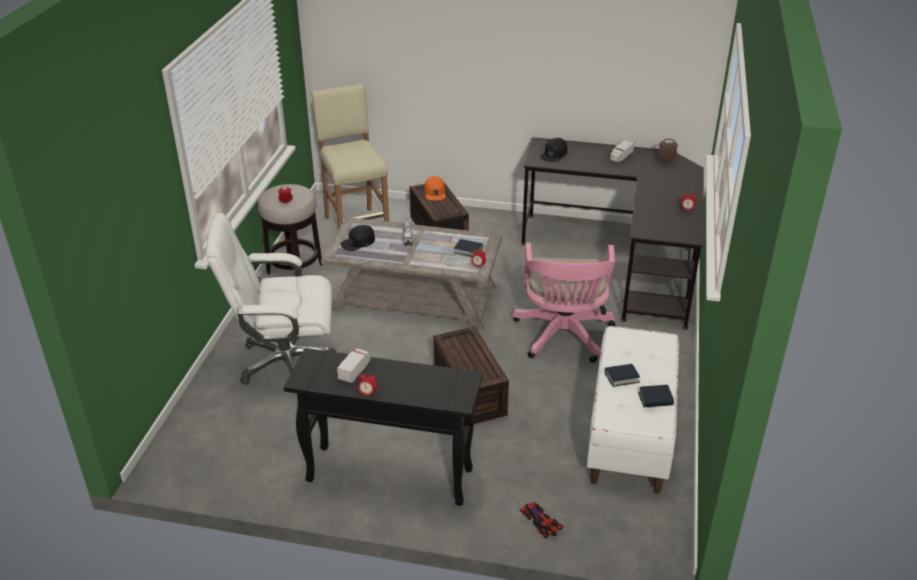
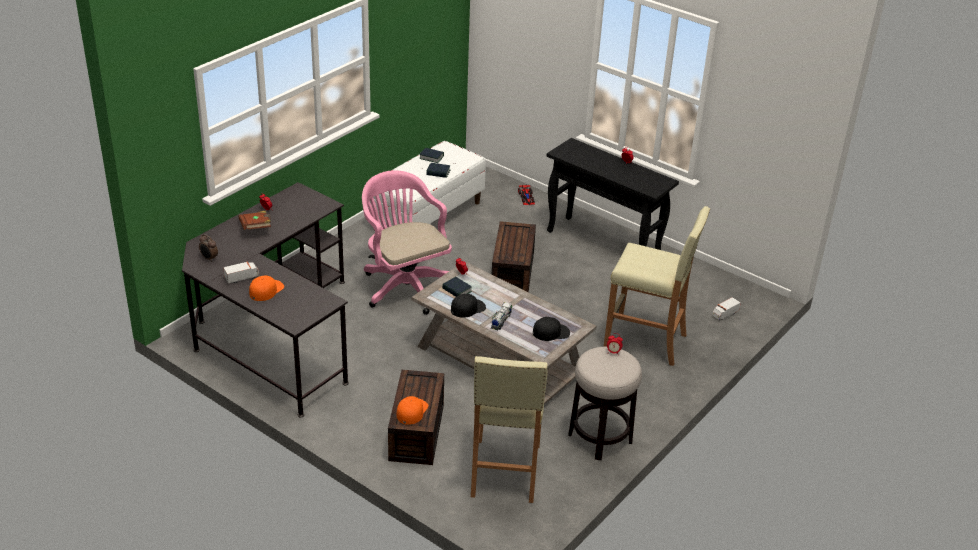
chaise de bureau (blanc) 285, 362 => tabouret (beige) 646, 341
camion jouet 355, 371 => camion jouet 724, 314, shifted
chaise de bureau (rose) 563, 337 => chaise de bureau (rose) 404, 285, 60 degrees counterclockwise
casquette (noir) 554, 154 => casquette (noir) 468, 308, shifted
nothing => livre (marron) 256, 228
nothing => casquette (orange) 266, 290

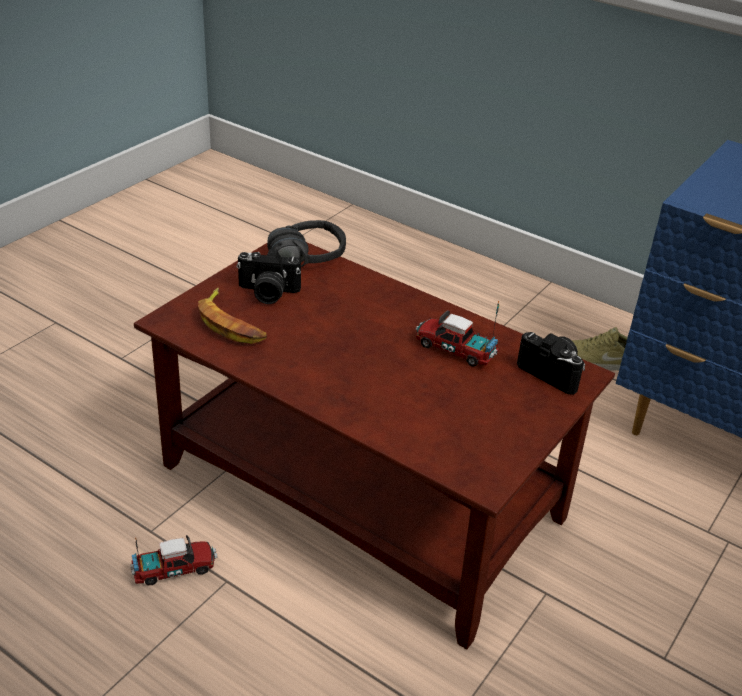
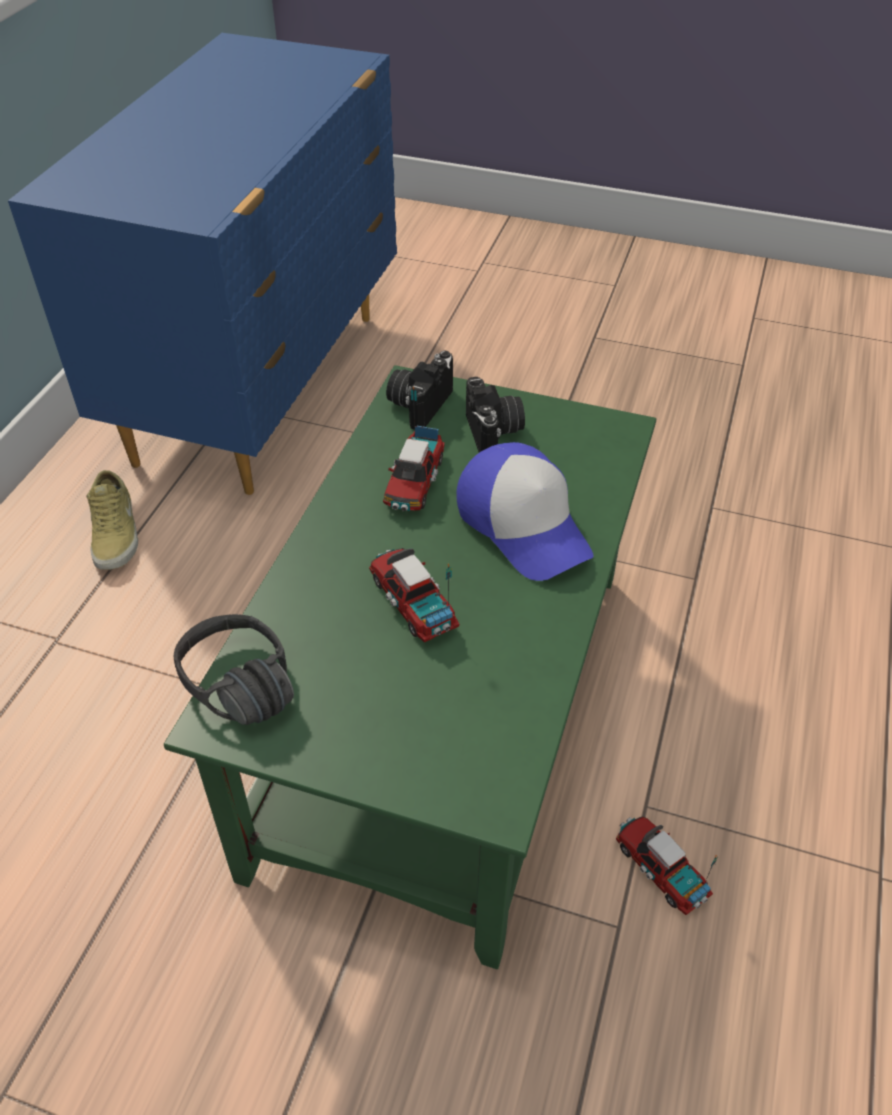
table basse (marron) 358, 491 => table basse (vert) 446, 717
banane 231, 324 => nothing
appareil photo 267, 293 => appareil photo 494, 433, shifted
nothing => camion jouet 412, 602
nothing => casquette 524, 524

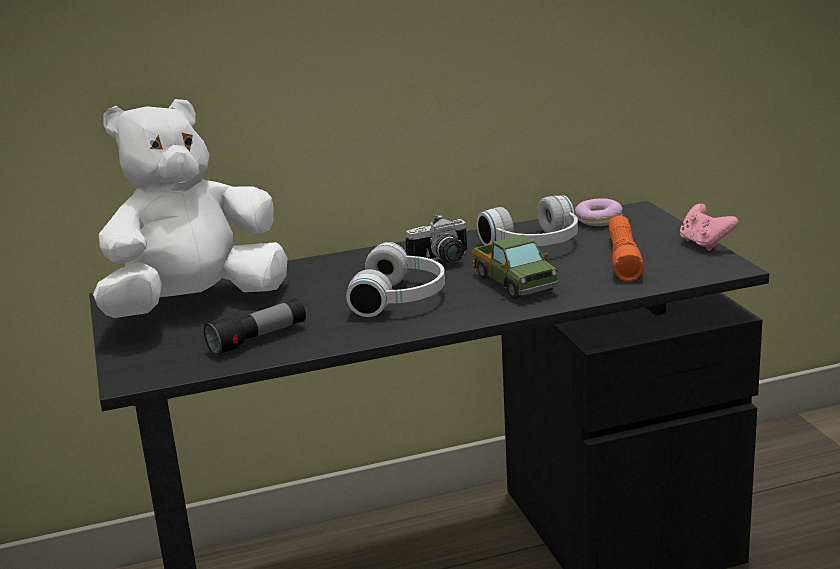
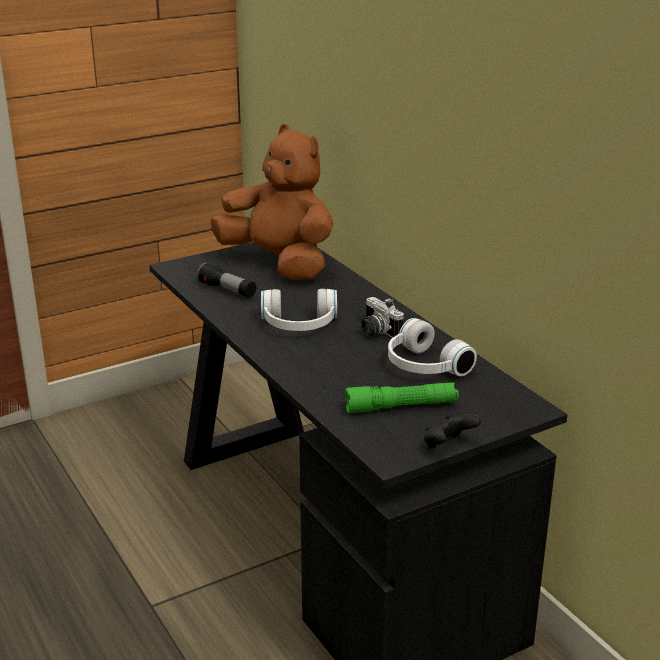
peluche (blanc) 195, 305 => peluche (marron) 279, 264
camion jouet 514, 283 => nothing
beignet 598, 220 => nothing
lampe de poche (orange) 623, 258 => lampe de poche (vert) 401, 406
manette (rose) 704, 244 => manette (noir) 448, 446

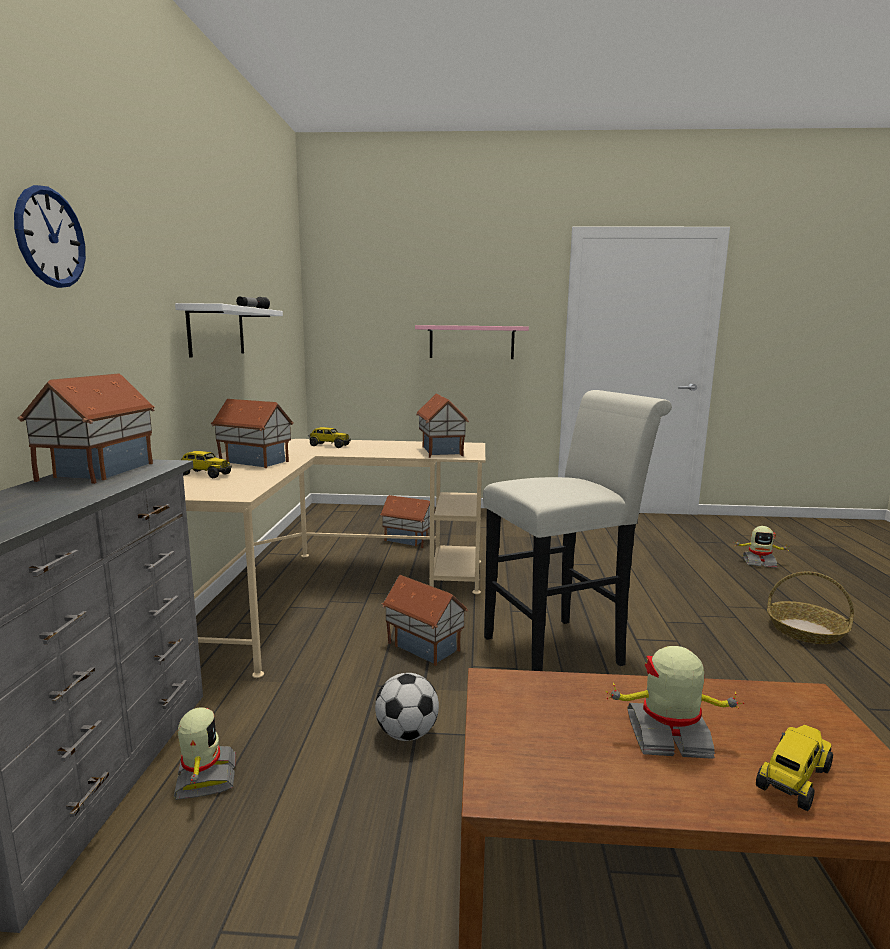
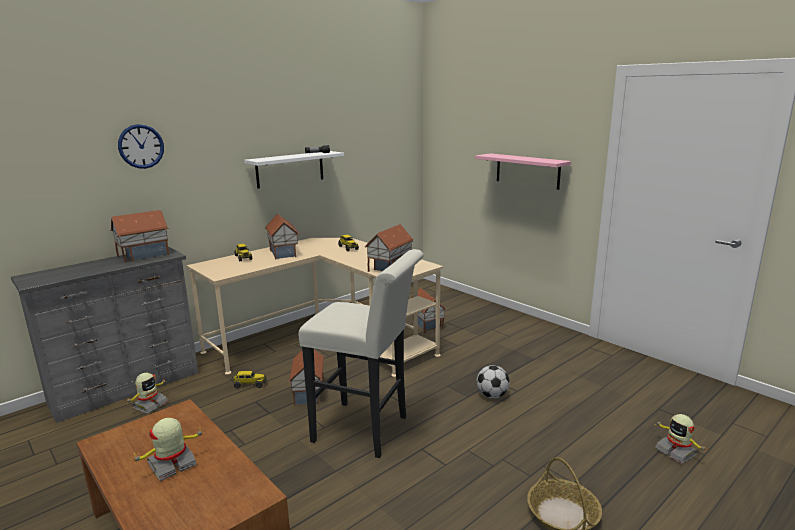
ballon de foot 406, 733 => ballon de foot 492, 395, shifted
robot jouet 668, 737 => robot jouet 172, 465, 90 degrees counterclockwise
camion jouet 793, 779 => camion jouet 249, 384, shifted

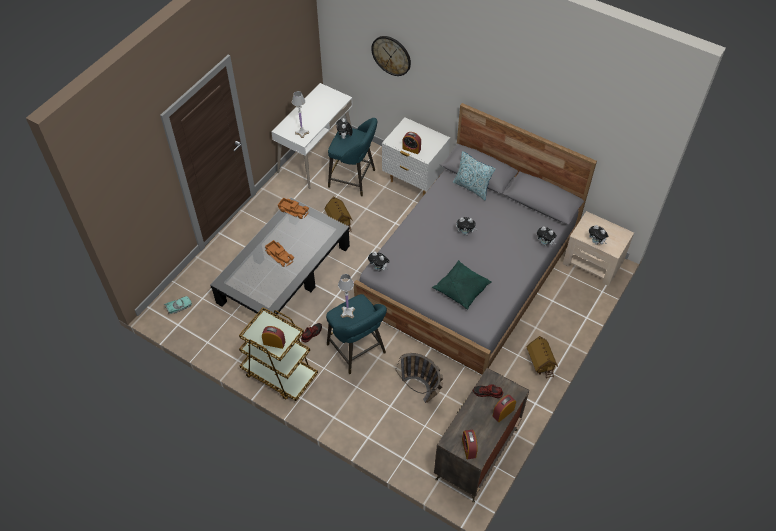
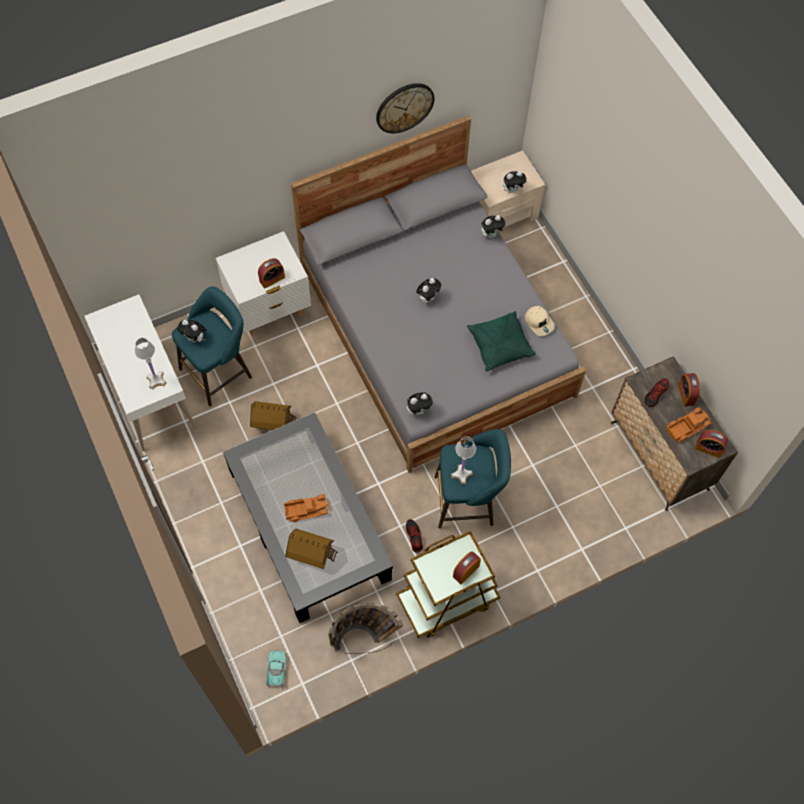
camion jouet 293, 210 => camion jouet 686, 426, shifted
horloge murale 391, 55 => horloge murale 404, 107, shifted
panier 423, 393 => panier 366, 637, shifted
coussin 472, 188 => nothing
maison miniature 540, 363 => maison miniature 311, 554, shifted
nothing => casquette (beige) 539, 322

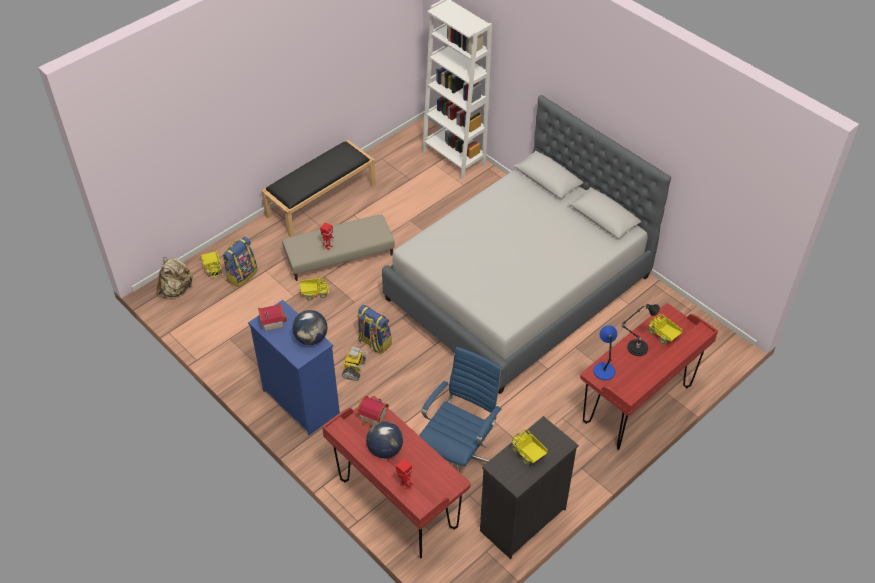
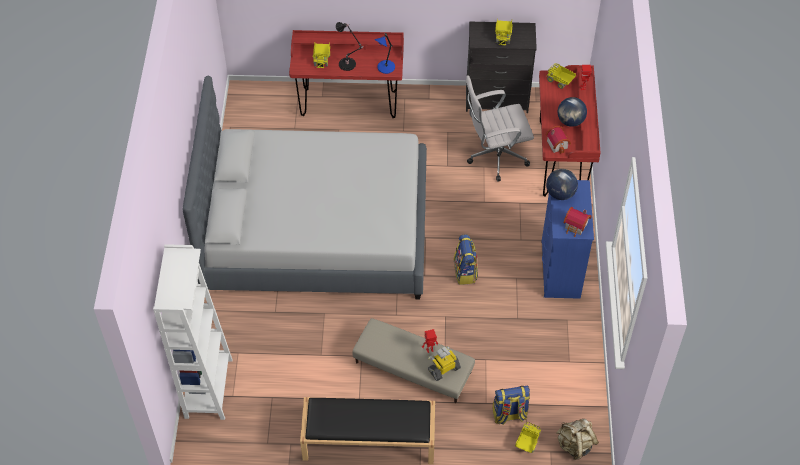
camion jouet 314, 293 => camion jouet 560, 81, shifted
robot jouet 354, 369 => robot jouet 443, 368, shifted
chaise de bureau (bleu) 458, 458 => chaise de bureau (blanc) 494, 157

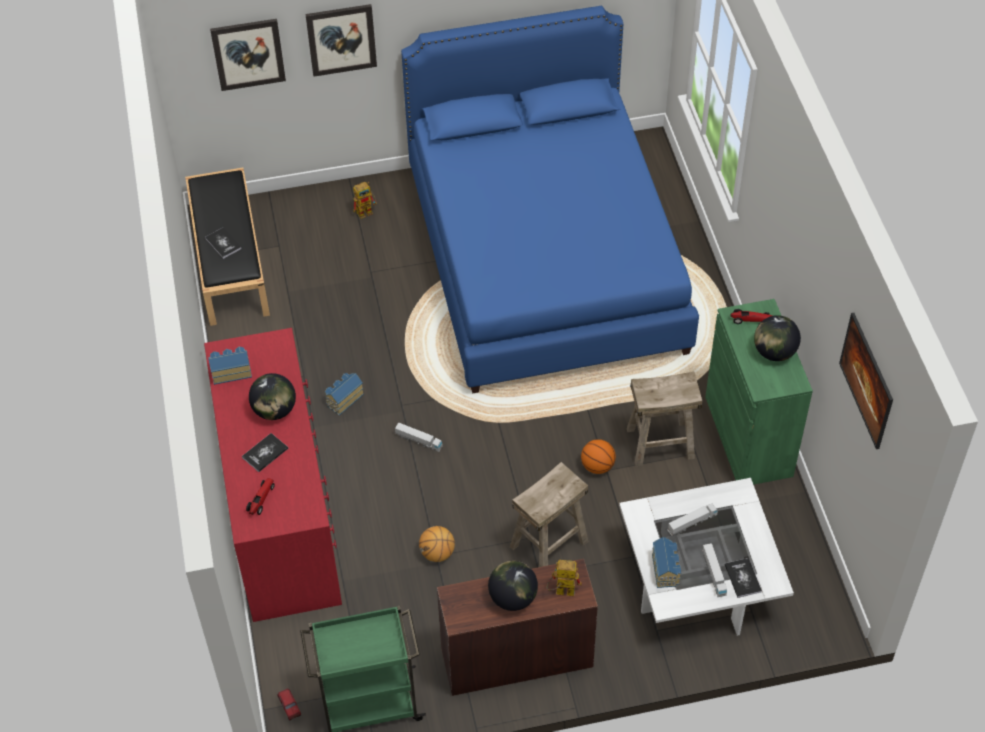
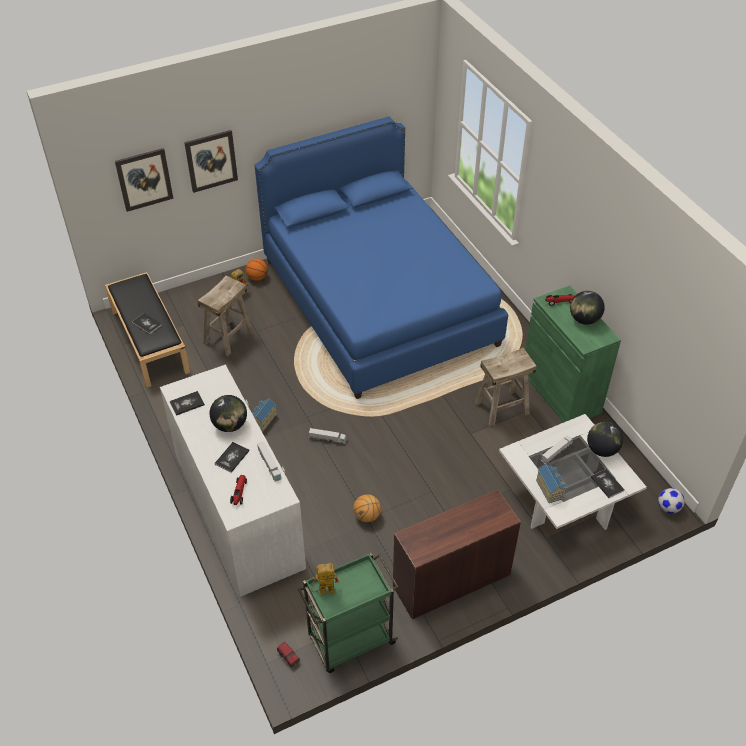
commode (rouge) 280, 512 => commode (blanc) 238, 510
maison miniature 230, 372 => livre 187, 403
globe 513, 598 => globe 602, 450, shifted
tabouret (beige) 548, 543 => tabouret (beige) 228, 337, shifted
robot jouet 561, 591 => robot jouet 323, 591, shifted
ballon de basket 597, 466 => ballon de basket 257, 277, shifted
camion jouet 713, 573 => camion jouet 269, 465, shifted
tableau 863, 393 => nothing
nothing => ballon de foot 668, 508

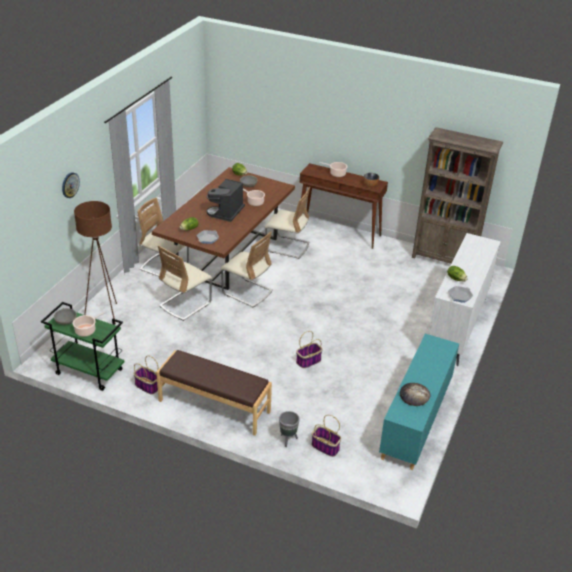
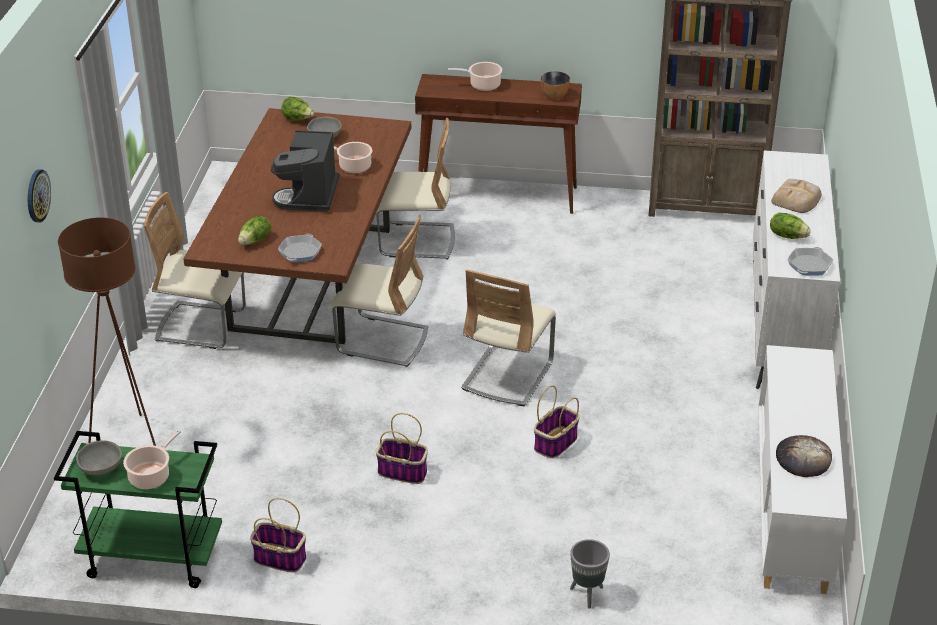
banc (marron) 214, 406 => nothing
chaise (beige) 185, 304 => chaise (beige) 507, 375, shifted
panier 326, 447 => panier 403, 472, shifted
meuble de rangement (turquoise) 416, 420 => meuble de rangement (blanc) 791, 505
nothing => pain 797, 199

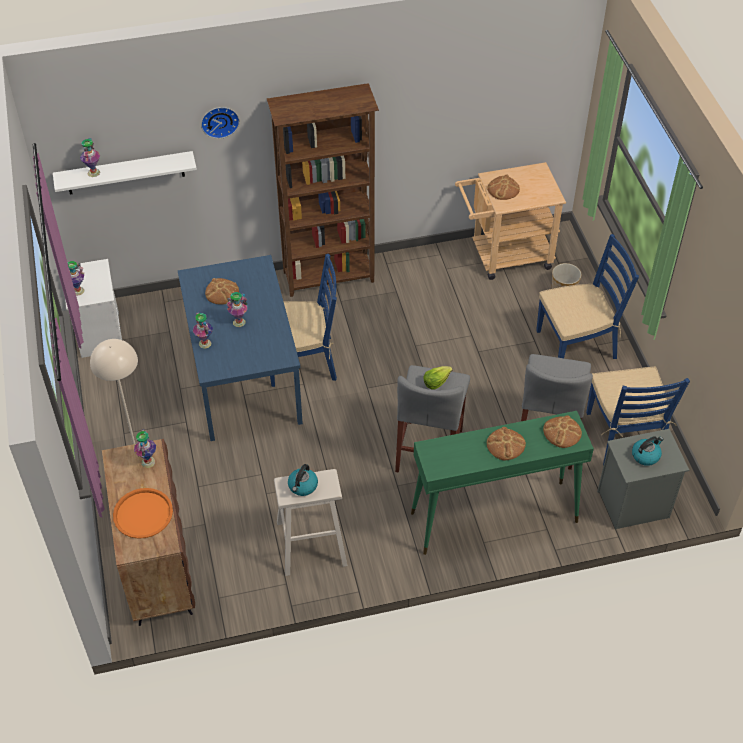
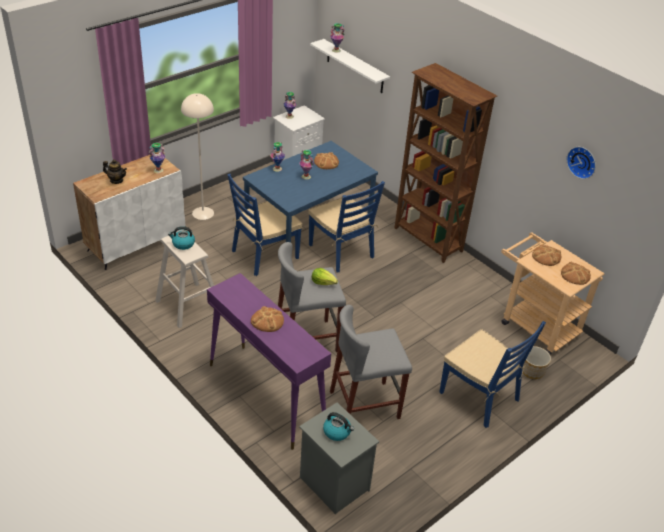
meuble de rangement (marron) 156, 563 => meuble de rangement (blanc) 136, 242
plateau (orange) 143, 514 => théière 116, 180
horloge murale 219, 120 => horloge murale 582, 161, shifted
table console (vert) 493, 517 => table console (violet) 265, 394
pain 562, 432 => pain 575, 275, shifted
chaise (bleu) 624, 435 => chaise (bleu) 264, 254, shifted

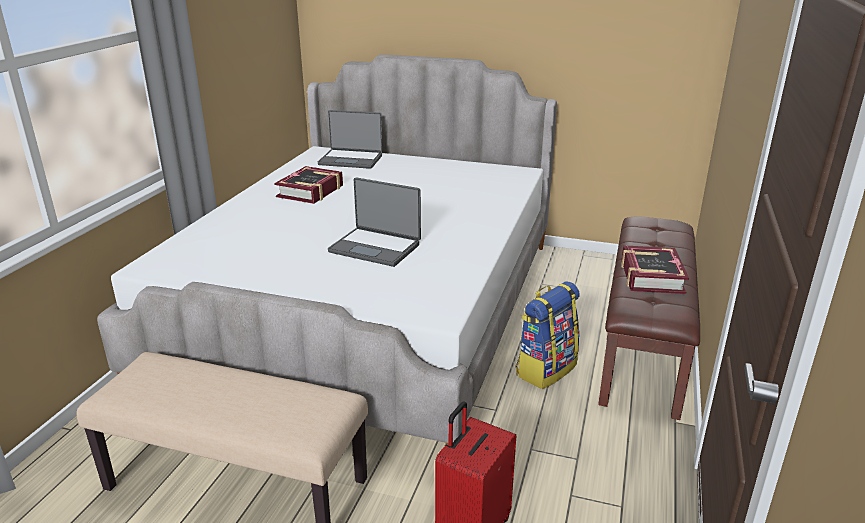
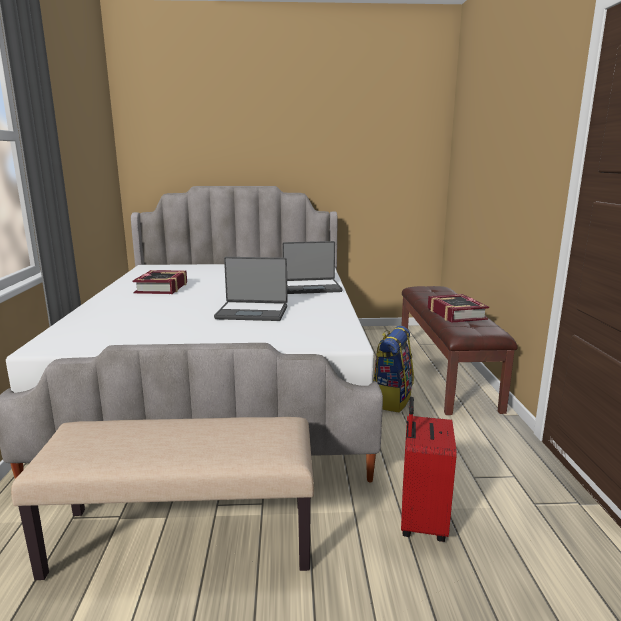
ordinateur portable 351, 160 => ordinateur portable 311, 287, shifted

